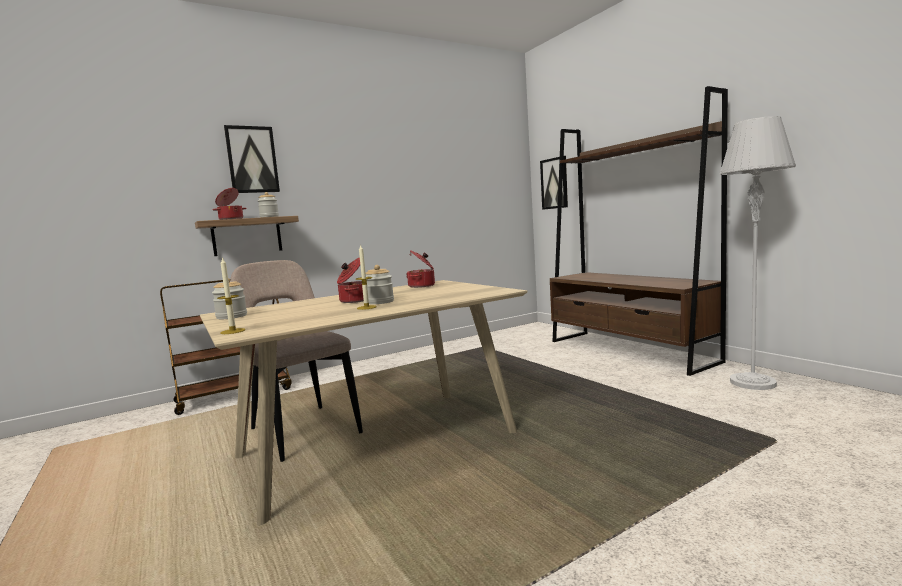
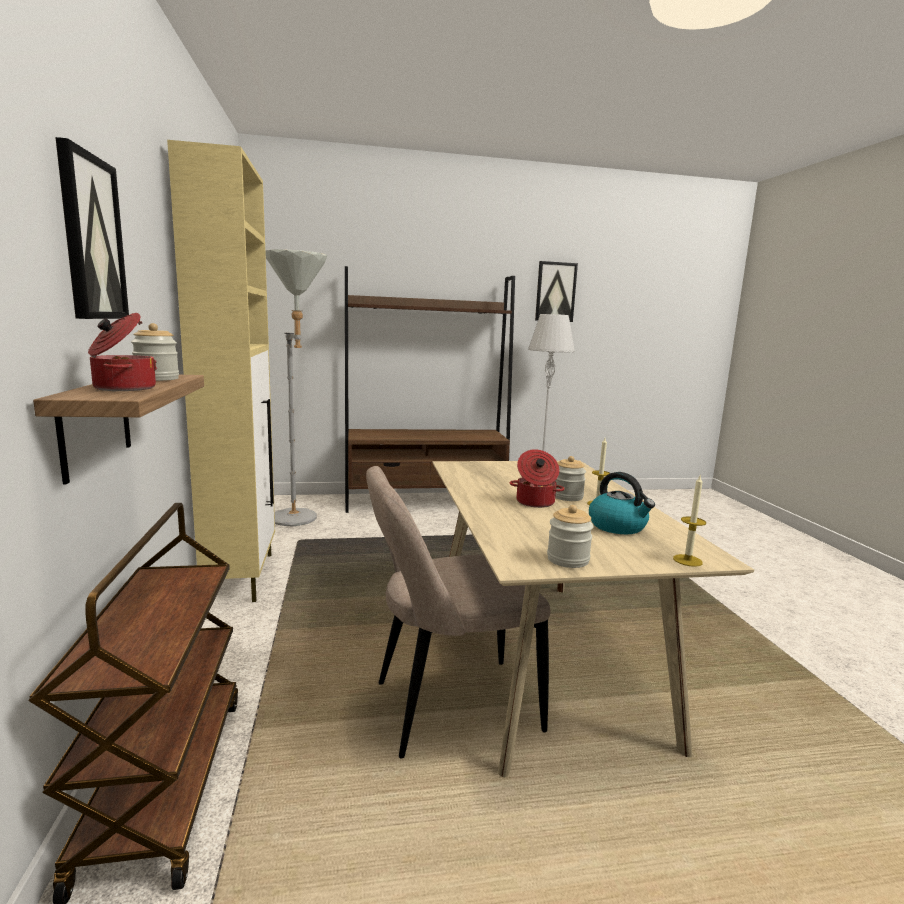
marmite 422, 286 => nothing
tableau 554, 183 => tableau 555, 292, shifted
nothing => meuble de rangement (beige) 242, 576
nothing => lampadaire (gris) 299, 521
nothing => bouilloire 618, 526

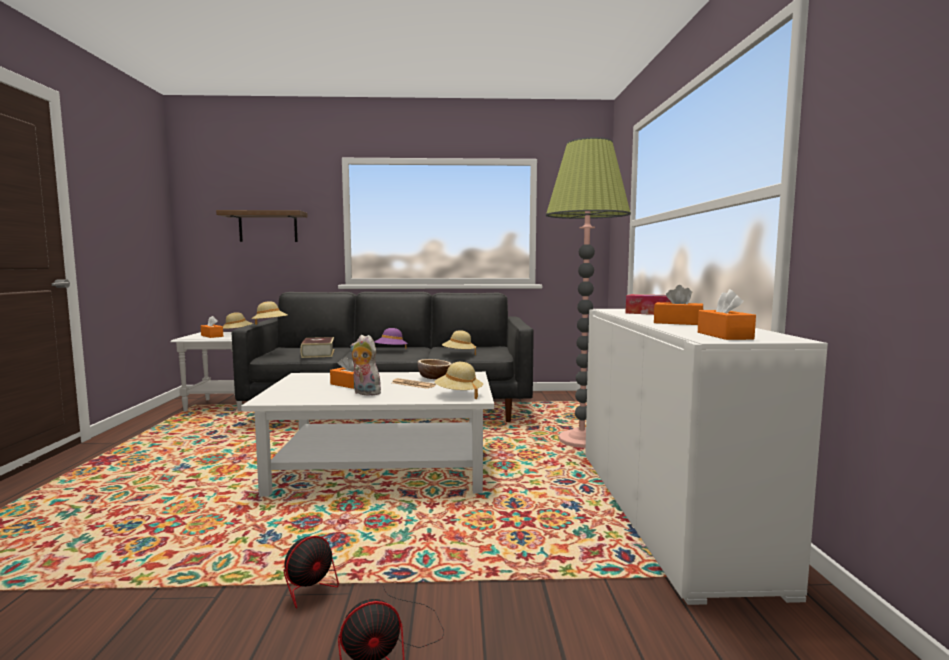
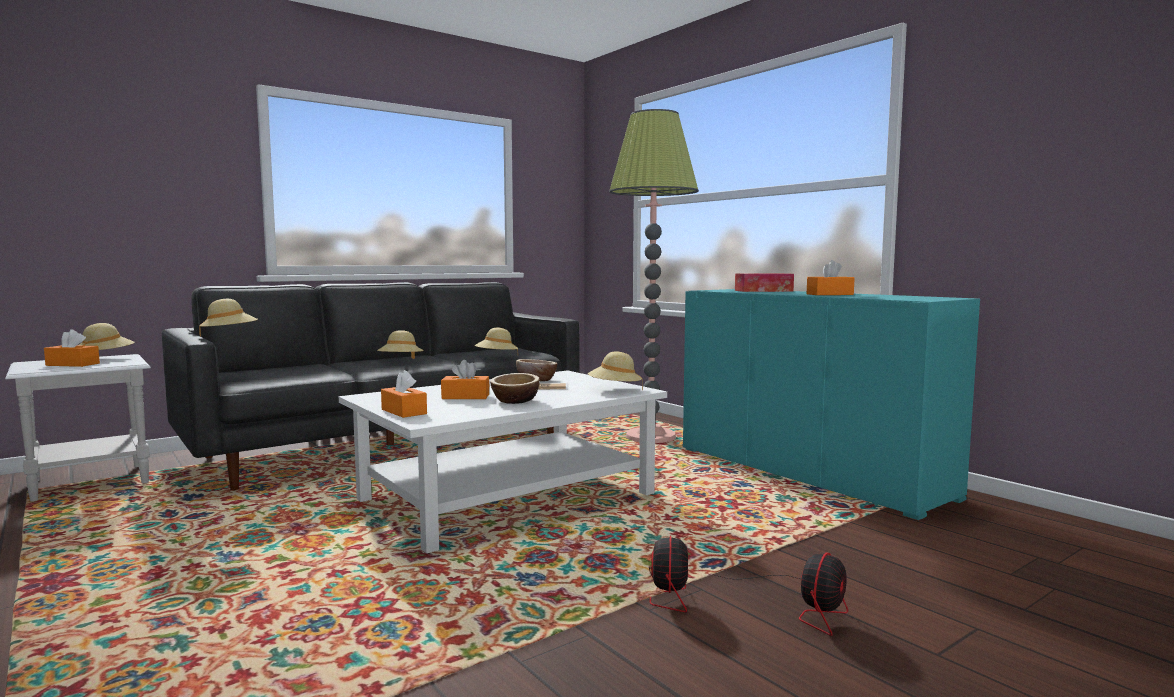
étagère (marron) 268, 227 => nothing
livre 318, 353 => nothing
peluche 364, 393 => bol 515, 400
chapeau (violet) 391, 351 => chapeau (beige) 401, 362
meuble de rangement (blanc) 666, 512 => meuble de rangement (turquoise) 808, 472
boîte à mouchoirs (orange) 724, 335 => boîte à mouchoirs (orange) 404, 411, shifted

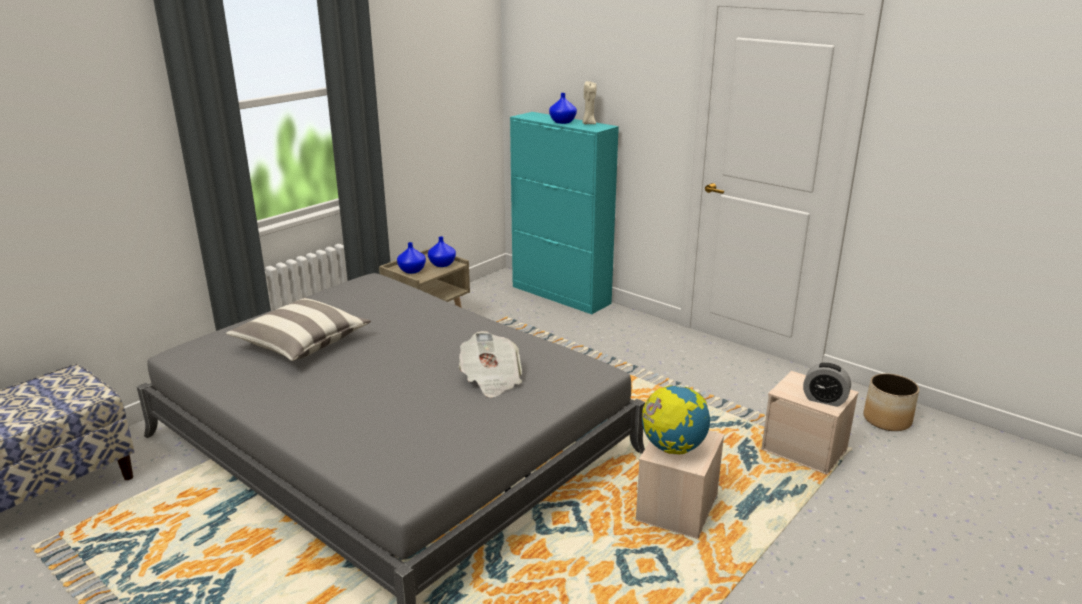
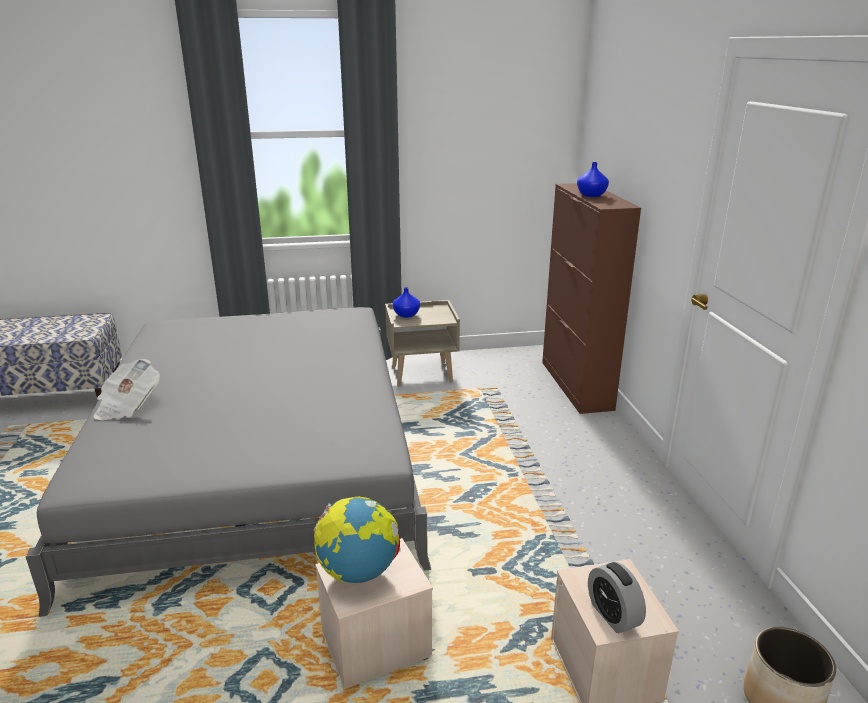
coussin 301, 343 => nothing
vase (bleu) 442, 264 => nothing
journal 491, 380 => journal 128, 406, shifted
meuble de rangement (turquoise) 561, 295 => meuble de rangement (marron) 576, 385
bougie (beige) 588, 124 => nothing

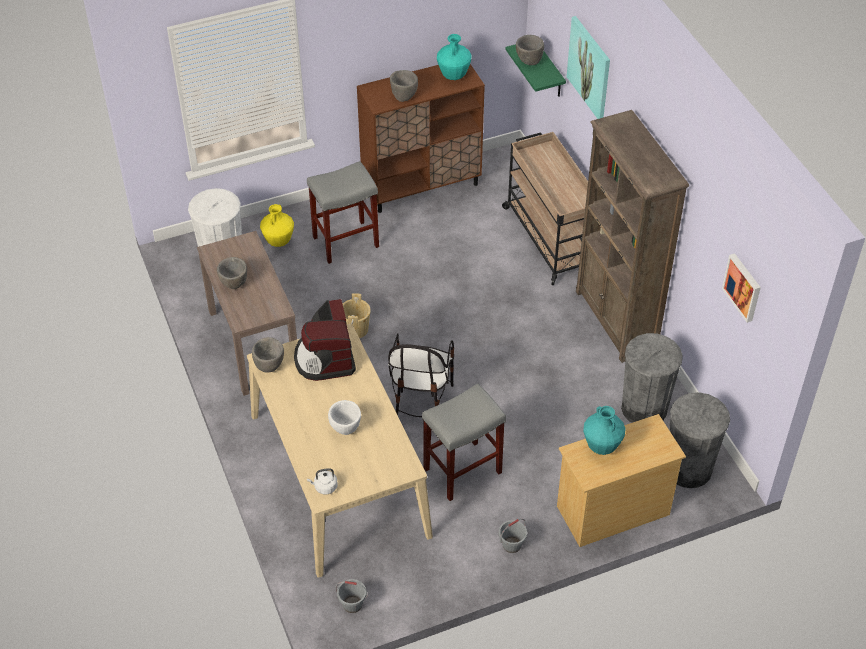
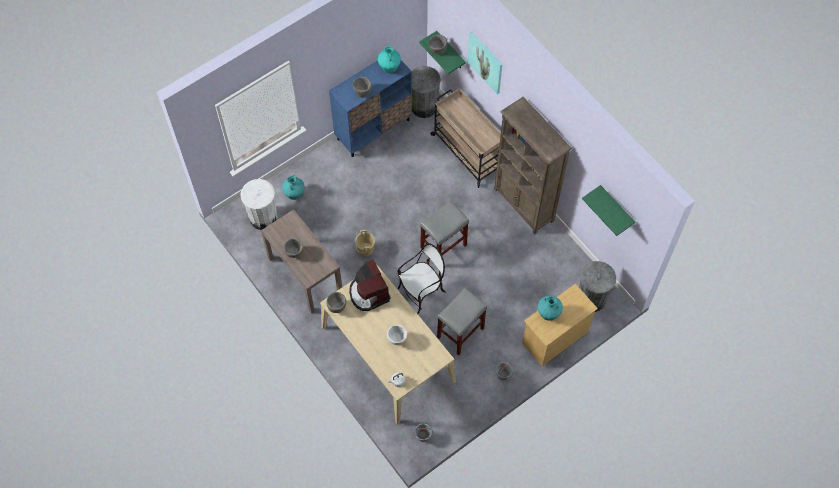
vase (jaune) 279, 241 => vase (turquoise) 294, 194
tabouret (gris) 346, 241 => tabouret (gris) 443, 246, shifted
meuble de rangement (marron) 422, 186 => meuble de rangement (bleu) 373, 129
chaise 421, 402 => chaise 422, 292, 120 degrees counterclockwise
poubelle (gris) 644, 408 => poubelle (gris) 424, 106, shifted
tableau 743, 287 => étagère (vert) 616, 208

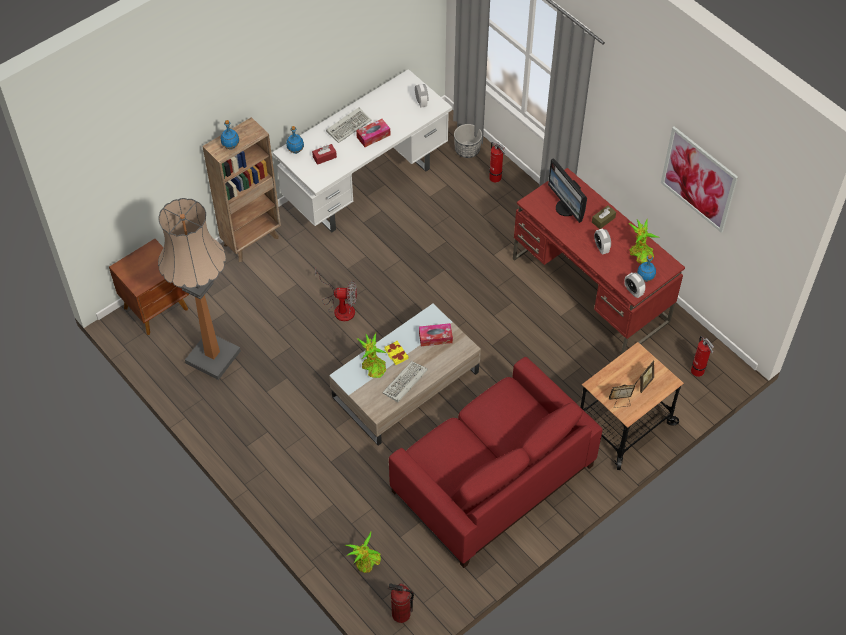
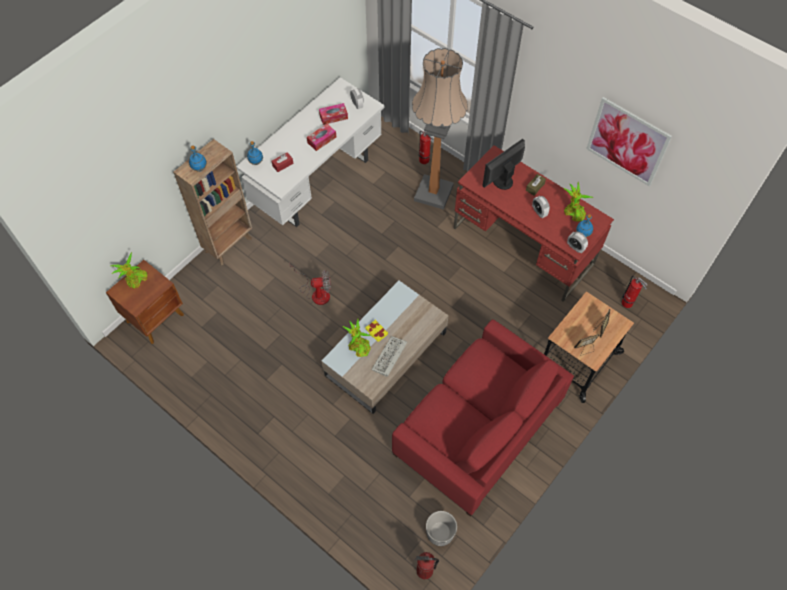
lampadaire 213, 357 => lampadaire 433, 193, shifted
clavier 349, 126 => nothing
plante en pot 366, 563 => plante en pot 135, 280, shifted
boîte à mouchoirs 435, 337 => boîte à mouchoirs 333, 117, shifted
cache-pot 467, 150 => cache-pot 440, 533, shifted
écran d'ordinateur 566, 208 => écran d'ordinateur 501, 181, 90 degrees clockwise

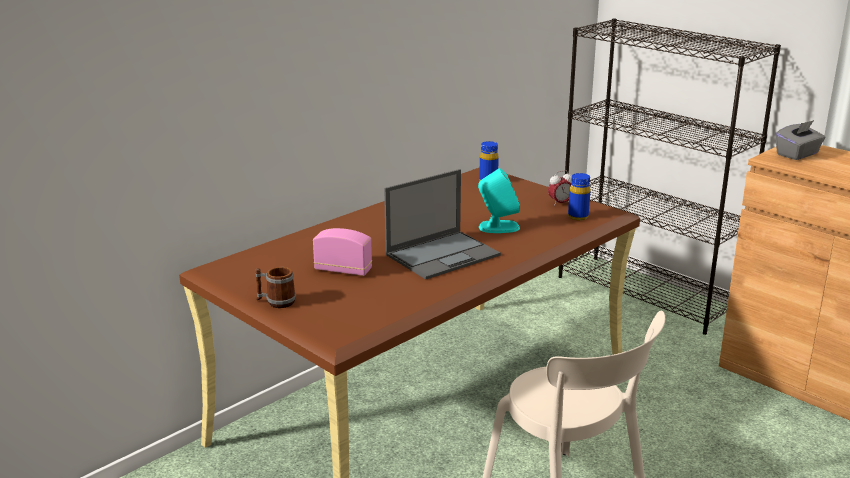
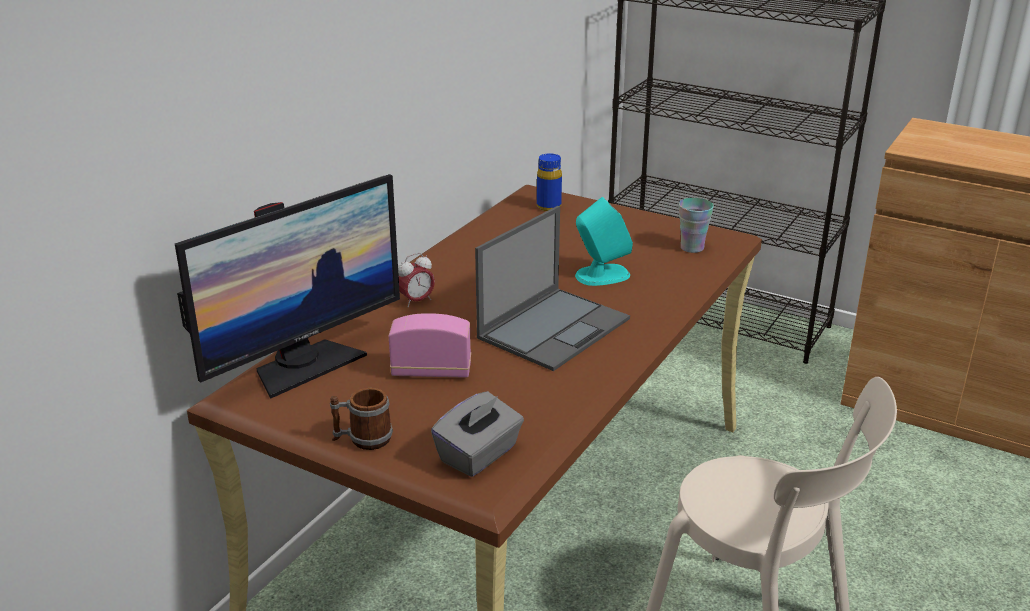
réveil 560, 203 => réveil 416, 301, shifted
bouteille (bleu) 578, 217 => tasse 692, 248
boîte à mouchoirs (gris) 797, 154 => boîte à mouchoirs (gris) 479, 455, shifted
nothing => écran d'ordinateur 303, 364

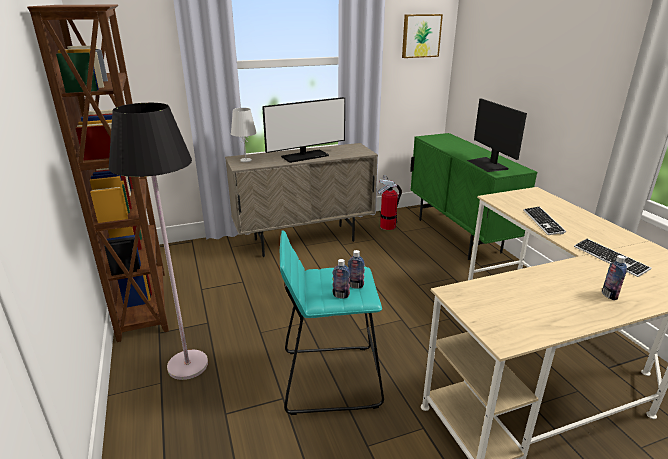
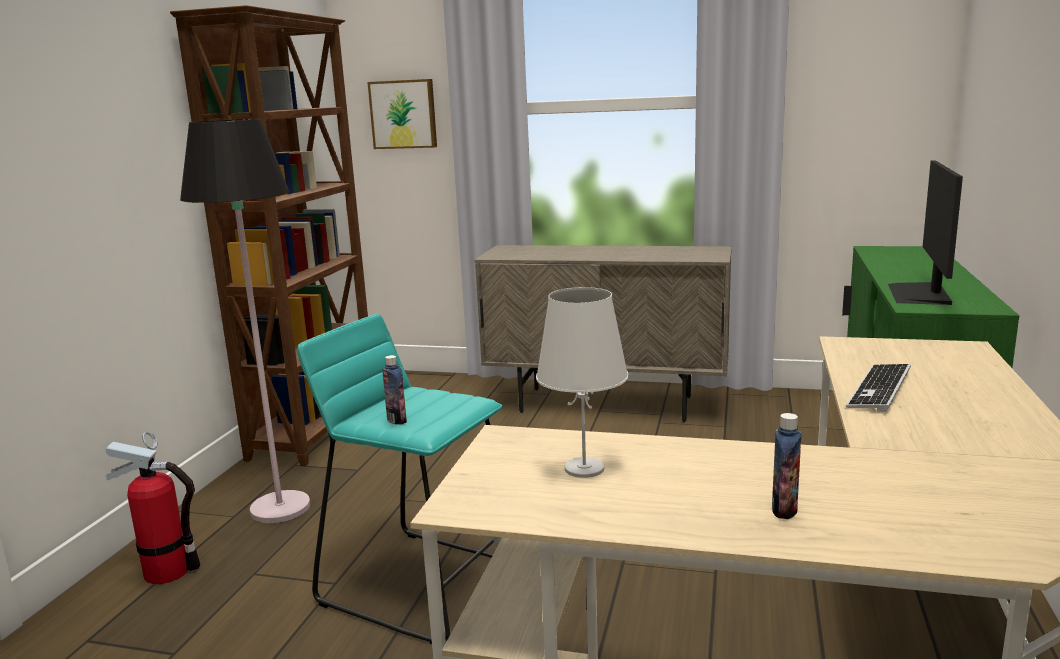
lampe de table (blanc) 245, 160 => lampe de table (blanc) 583, 468, shifted
écran d'ordinateur 305, 156 => nothing
bouteille 355, 286 => nothing
extincteur 388, 226 => extincteur 167, 571, shifted
tableau 420, 36 => tableau 404, 114, shifted
clavier 610, 258 => nothing

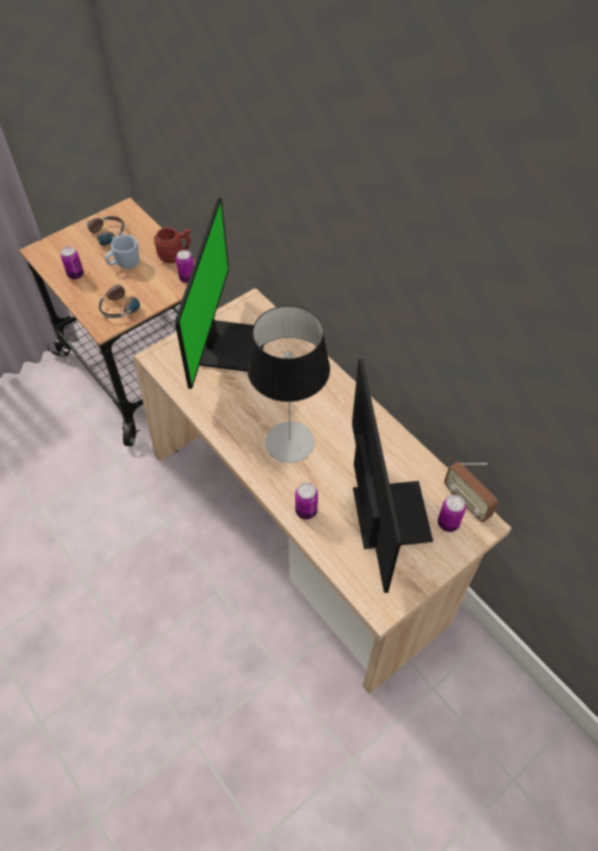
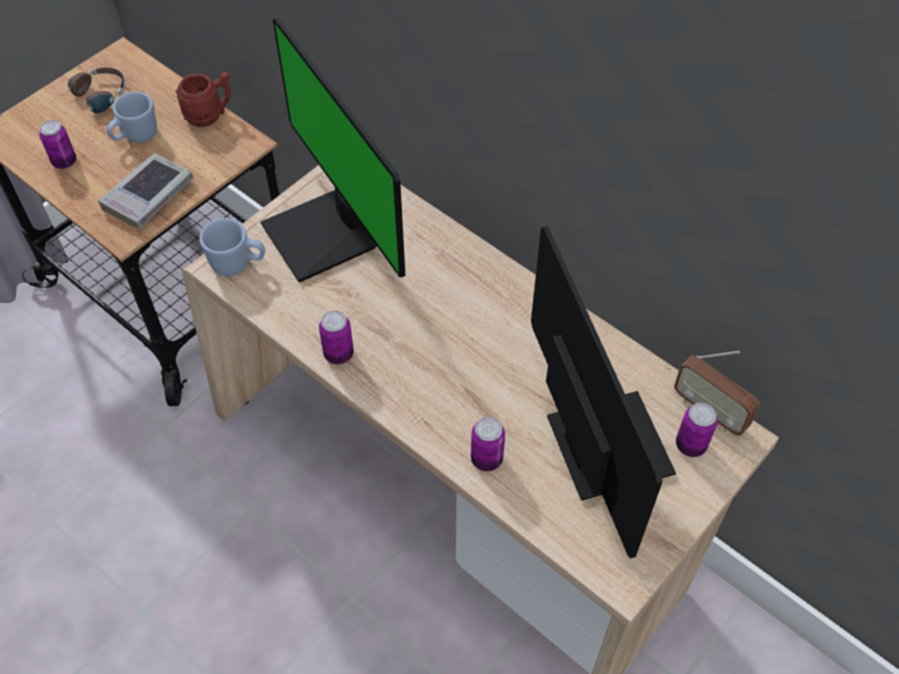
casque audio 125, 304 => livre 148, 196
écran d'ordinateur 230, 346 => écran d'ordinateur 325, 235, 150 degrees clockwise
boîte métallique 187, 278 => boîte métallique 338, 354, shifted
lampe de table 290, 442 => nothing
nothing => mug (bleu) 238, 264

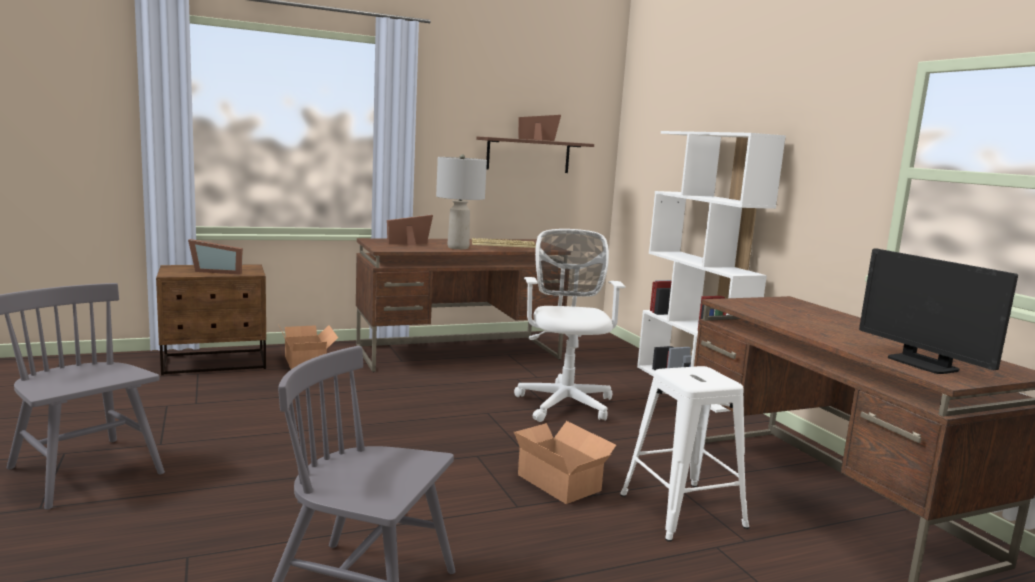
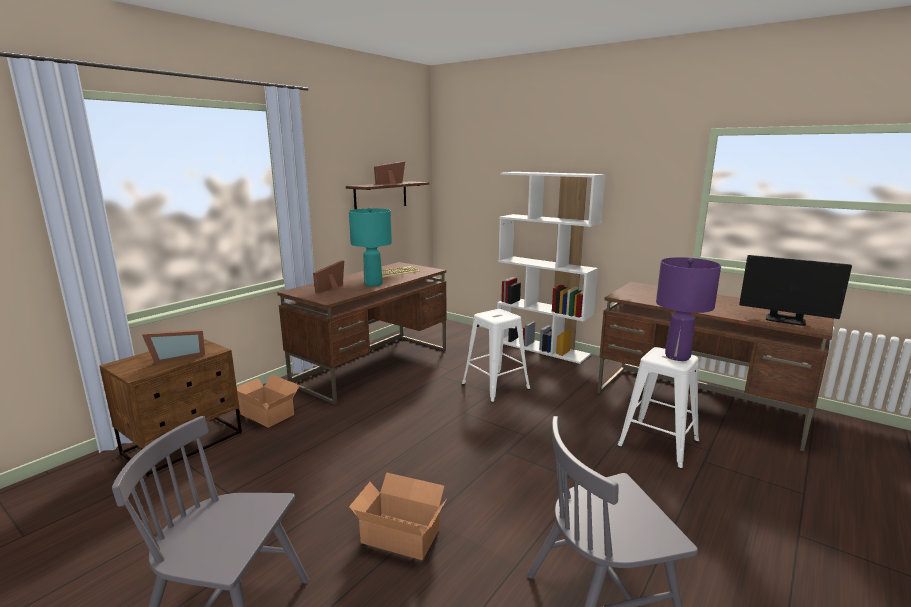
lampe de table (gris) 458, 247 => lampe de table (turquoise) 373, 284
chaise de bureau (blanc) 565, 402 => tabouret (blanc) 495, 385
carton 560, 481 => carton 400, 533, shifted
nothing => lampe de table (violet) 677, 356

